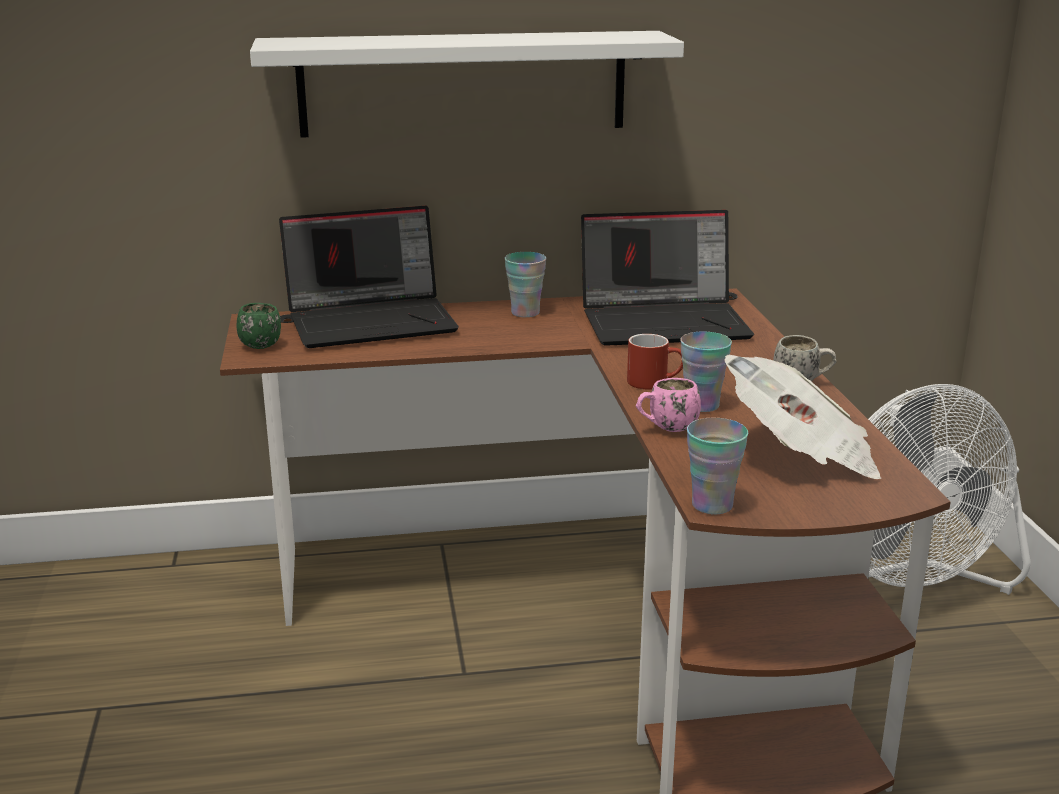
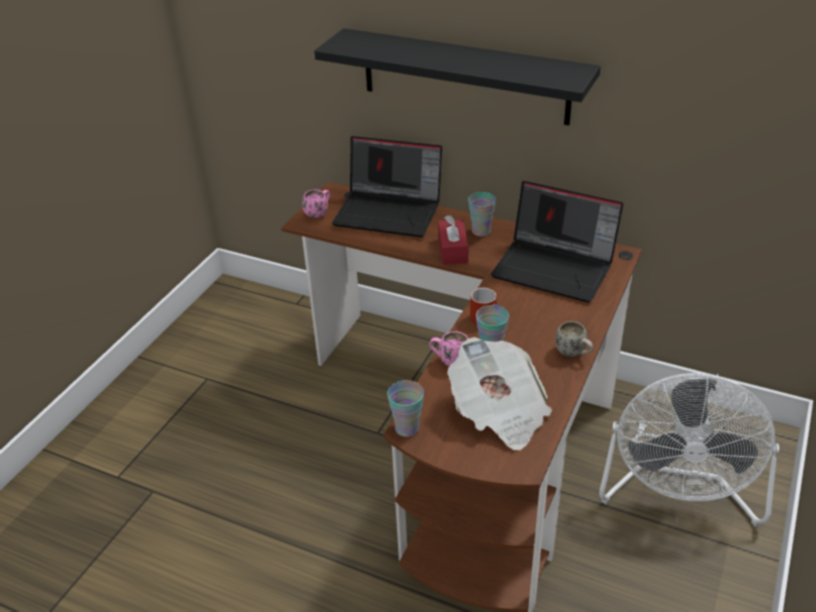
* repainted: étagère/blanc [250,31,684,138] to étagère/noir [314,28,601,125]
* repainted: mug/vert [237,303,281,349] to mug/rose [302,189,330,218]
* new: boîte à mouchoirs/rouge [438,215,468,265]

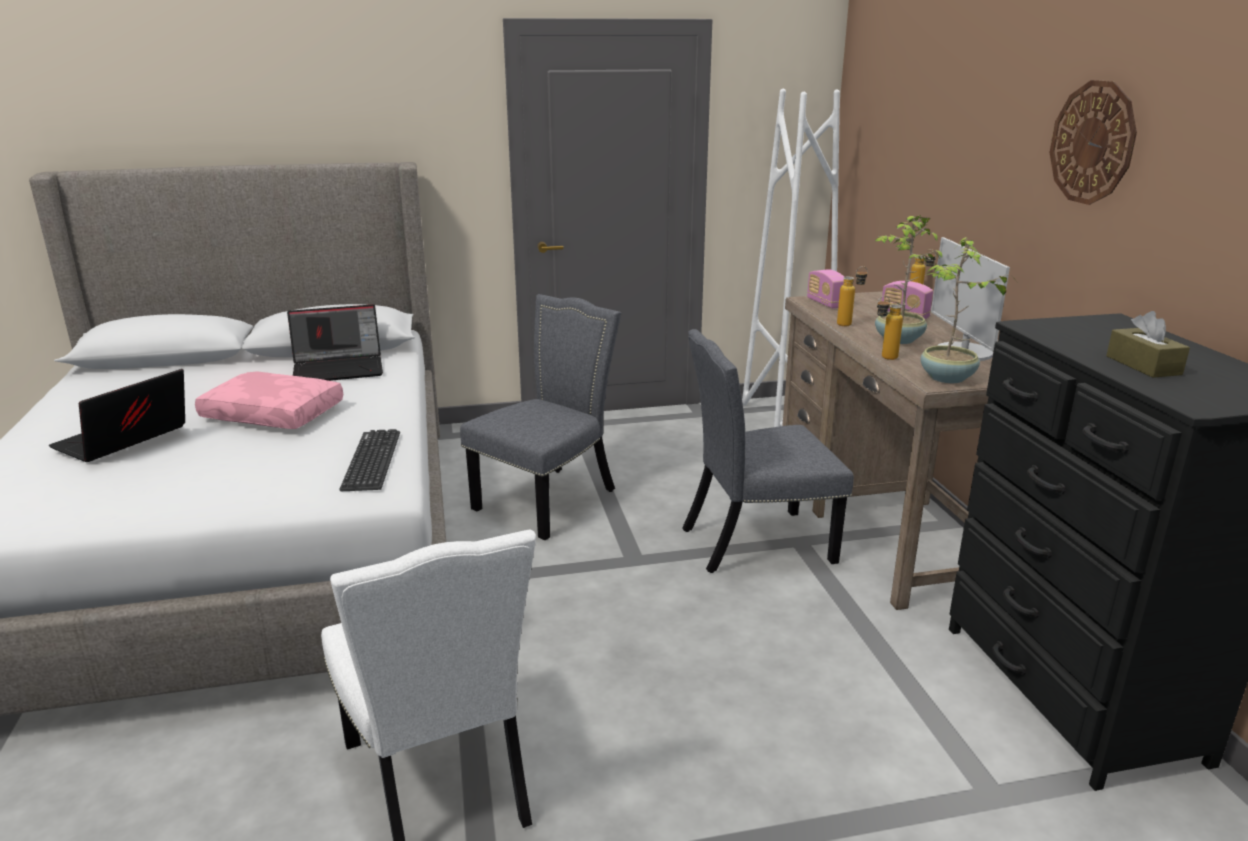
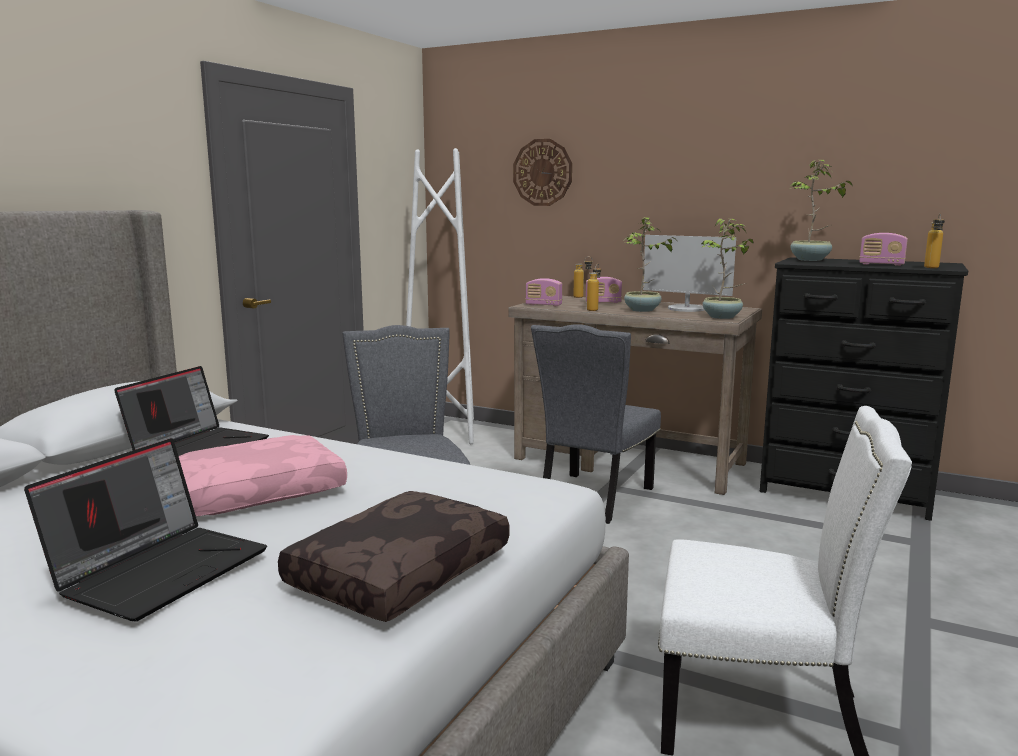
* shifted: horloge murale [1050,80,1137,205] to [513,139,572,206]
* shifted: bouteille [877,296,903,360] to [924,213,945,268]
* swapped: boîte à mouchoirs/marron [1106,311,1190,378] to radio [859,233,908,266]
* rotated: ordinateur portable [49,369,185,462] = [24,438,267,621] 135 degrees counterclockwise
* gone: clavier [340,429,400,491]
* new: plante en pot [790,160,852,261]
* new: coussin/marron [278,491,510,622]

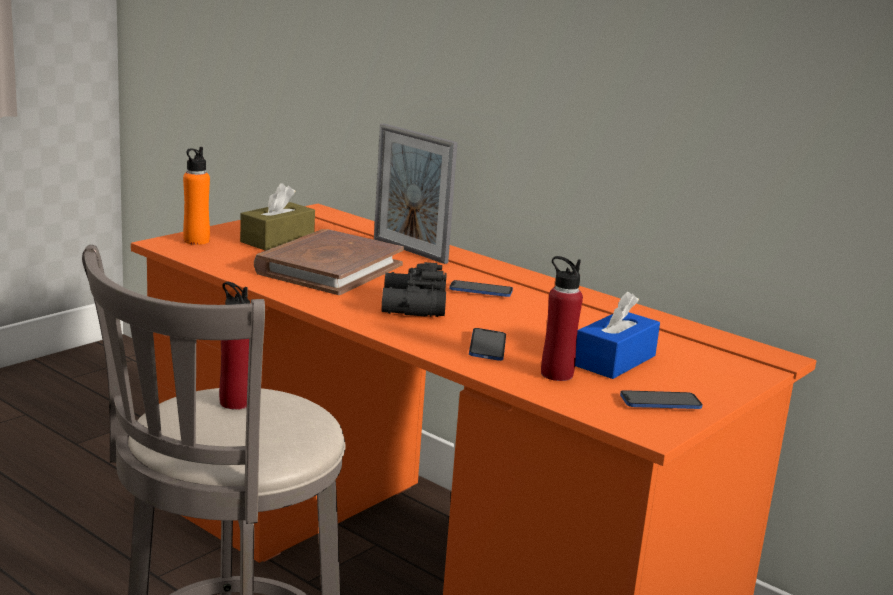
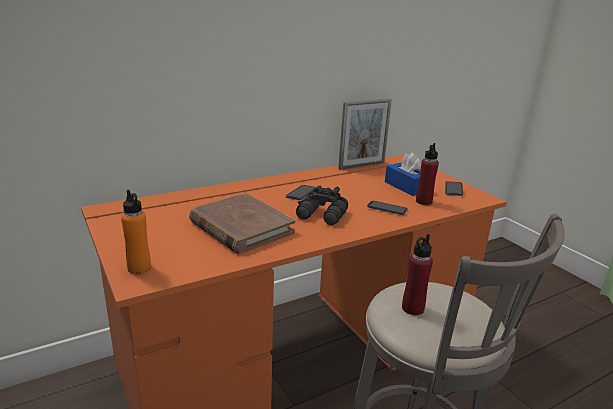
* shifted: cadre photo [374,123,458,264] to [338,99,392,170]
* gone: boîte à mouchoirs/marron [240,183,315,251]

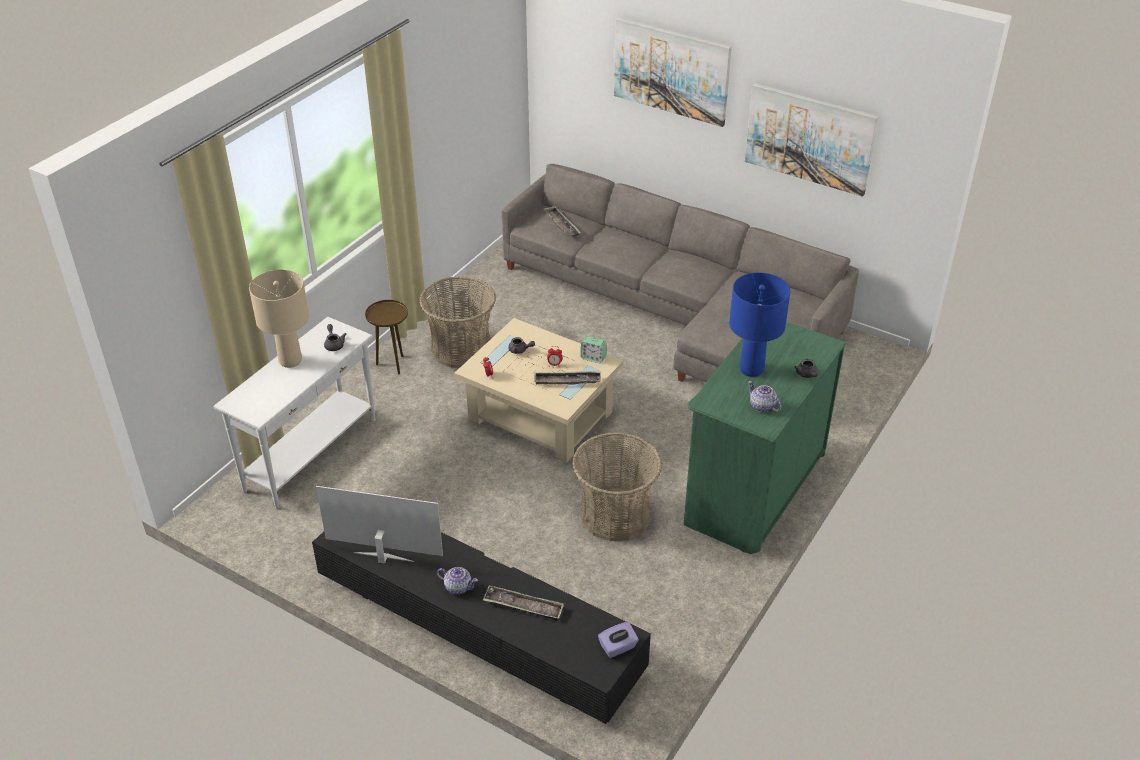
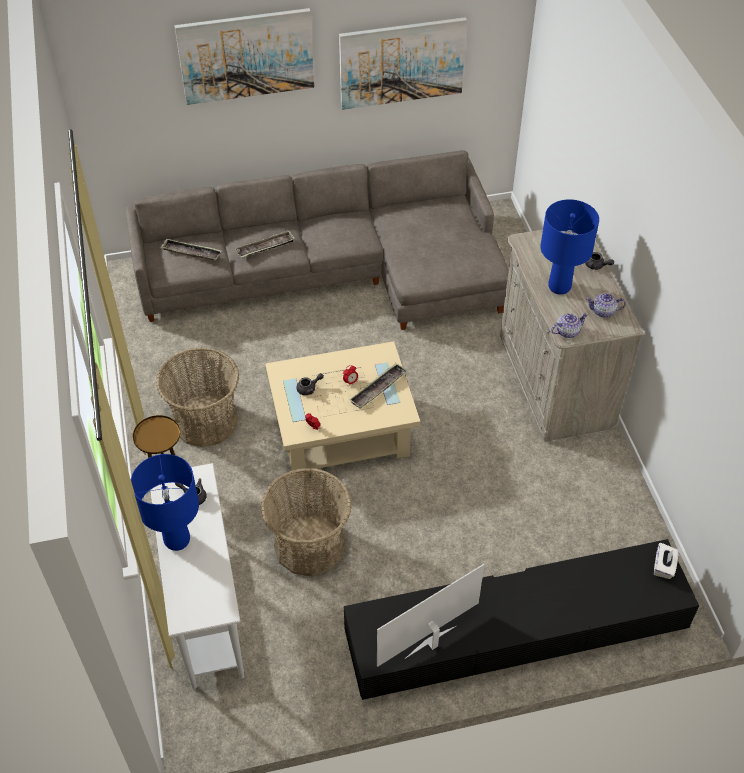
* repainted: lampe de table/beige [249,269,309,368] to lampe de table/bleu [131,454,199,551]
* repainted: commode/vert [684,322,846,554] to commode/beige [500,230,644,442]
* gone: réveil [581,336,607,363]
* shifted: panier [572,432,662,541] to [261,468,352,576]
* shifted: théière [437,567,478,595] to [551,313,588,338]
* shifted: plateau [483,586,564,621] to [235,230,295,258]
* repainted: boîte à mouchoirs/violet [598,622,639,658] to boîte à mouchoirs/blanc [654,543,678,579]

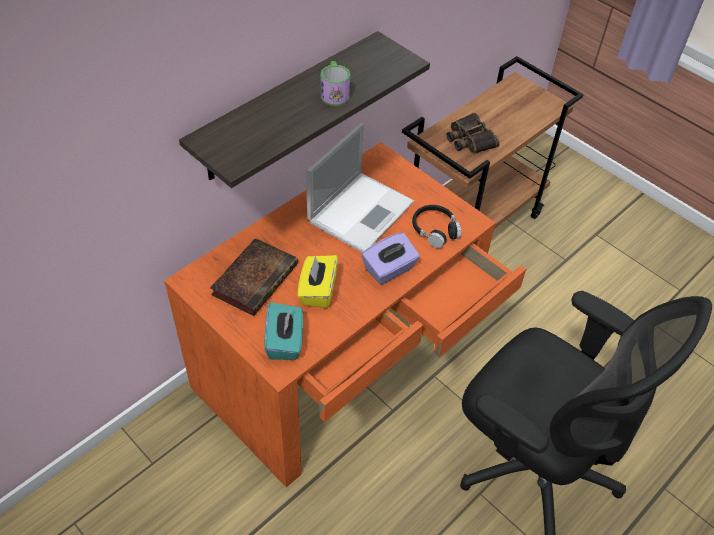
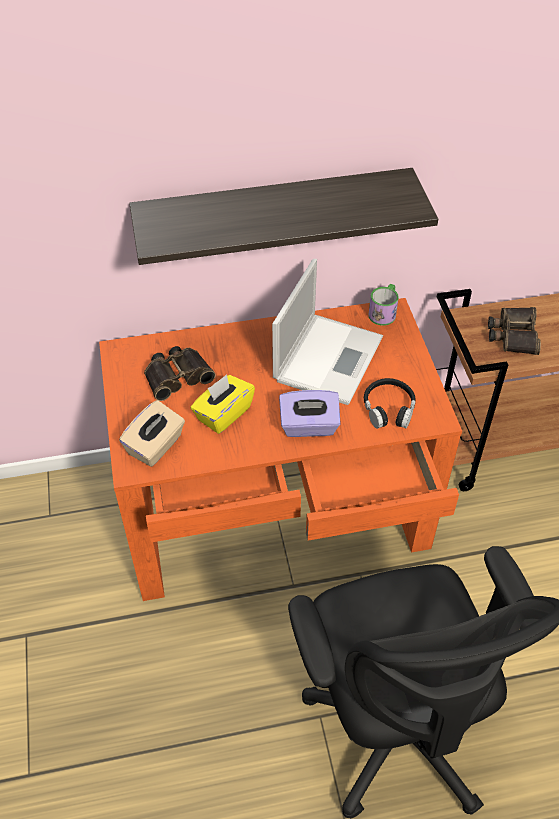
* shifted: mug [321,61,350,106] to [369,284,399,325]
* rotated: ordinateur portable [306,123,414,253] = [272,259,383,405] 45 degrees counterclockwise
* swapped: livre [210,238,298,316] to jumelles [144,346,216,401]
* repainted: boîte à mouchoirs/turquoise [264,302,303,360] to boîte à mouchoirs/beige [119,400,185,467]

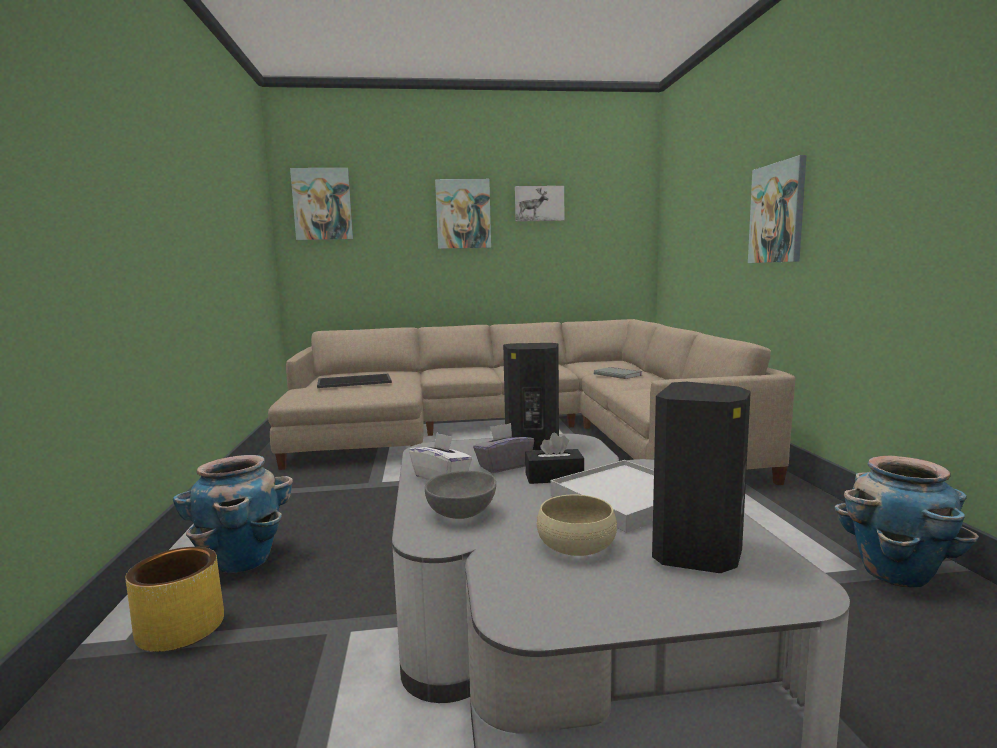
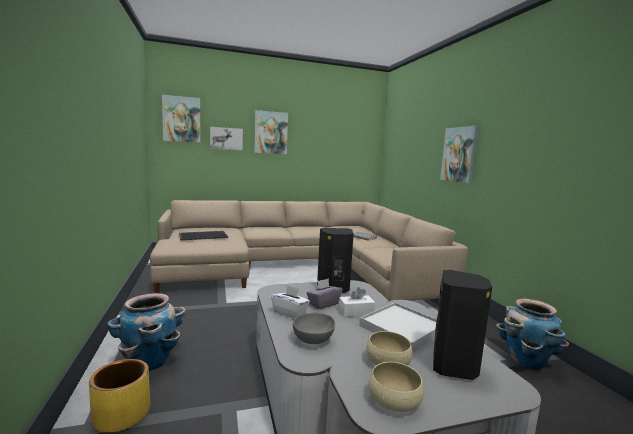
* shifted: tableau [515,186,564,222] to [210,127,243,151]
* repainted: boîte à mouchoirs/noir [525,433,584,484] to boîte à mouchoirs/blanc [339,287,375,317]
* new: bol/beige [369,362,424,412]

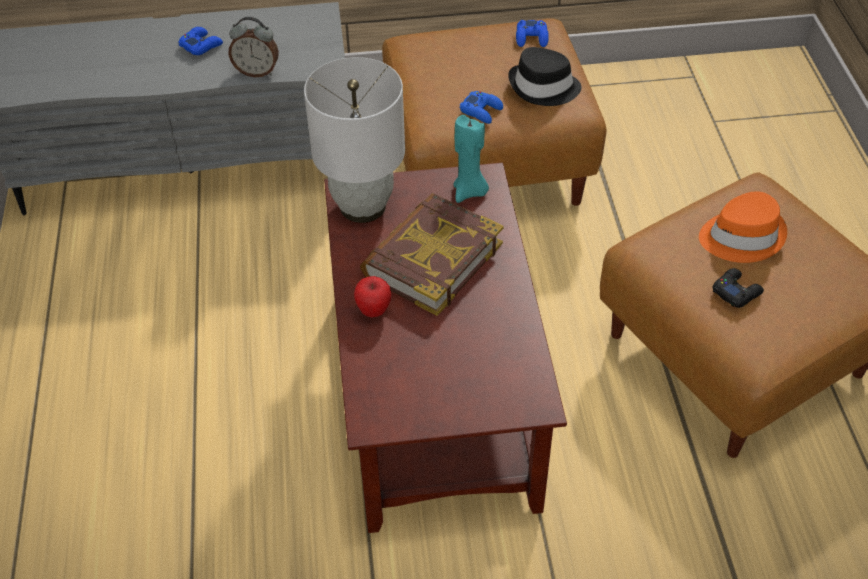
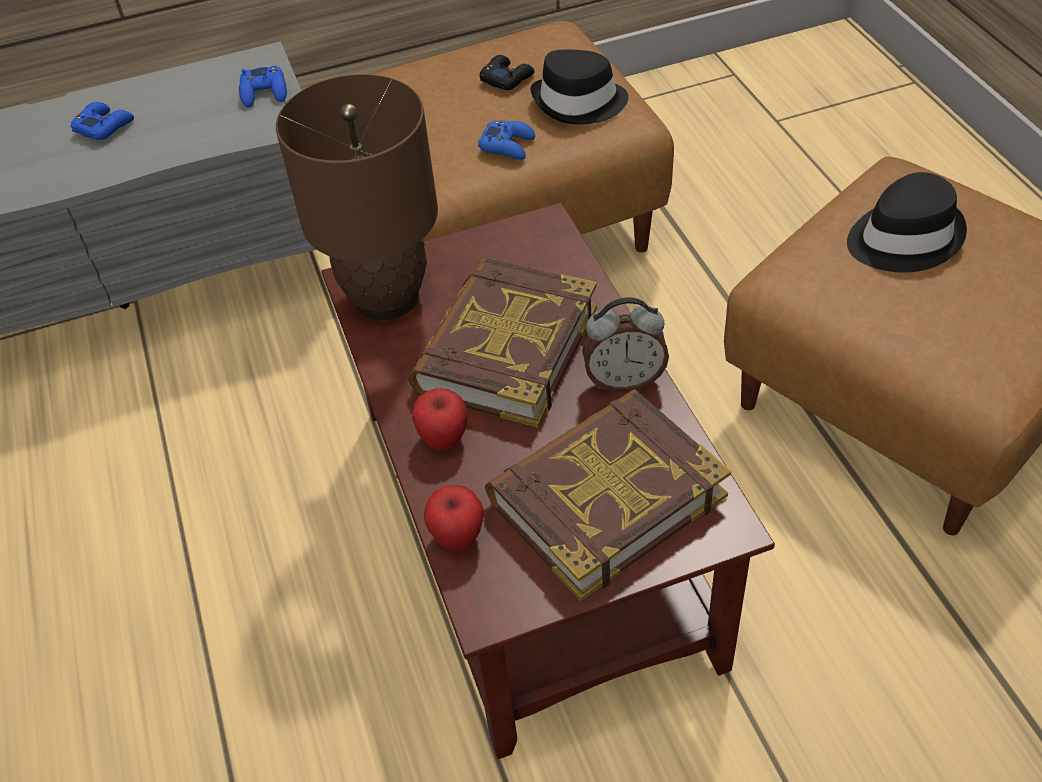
* shifted: réveil [229,17,279,77] to [582,297,669,392]
* shifted: manette/bleu [516,20,549,47] to [239,65,287,107]
* repainted: lampe de table/blanc [304,57,405,223] to lampe de table/marron [276,74,438,320]
* gone: bougie/turquoise [453,115,489,203]
* repainted: chapeau/orange [699,191,787,263] to chapeau/noir [847,172,967,272]
* shifted: manette/noir [713,268,764,308] to [479,55,534,90]
* new: livre [485,389,731,601]
* new: pomme [424,485,484,551]

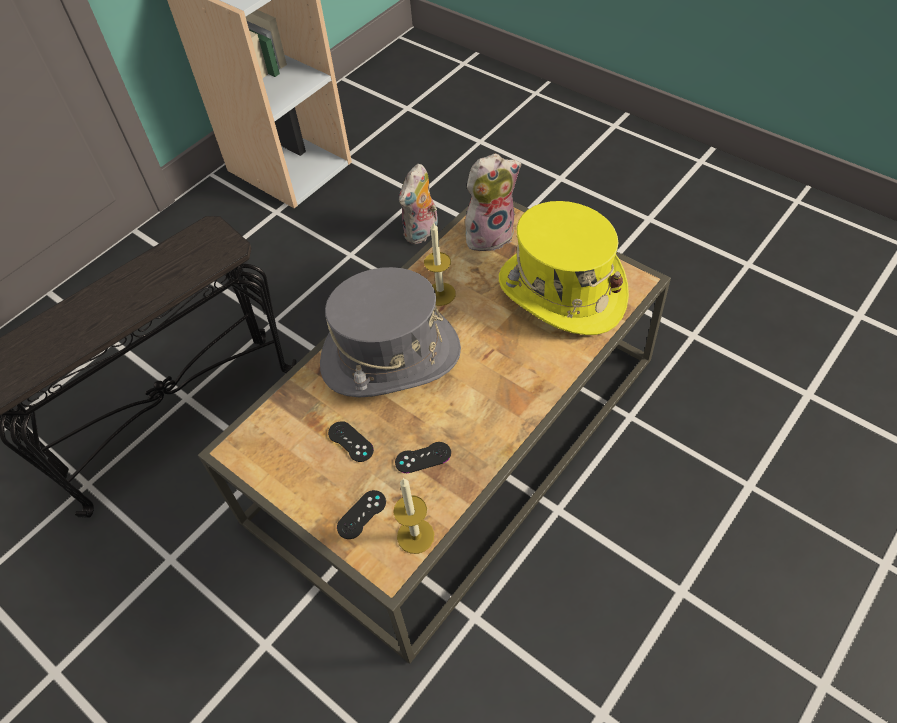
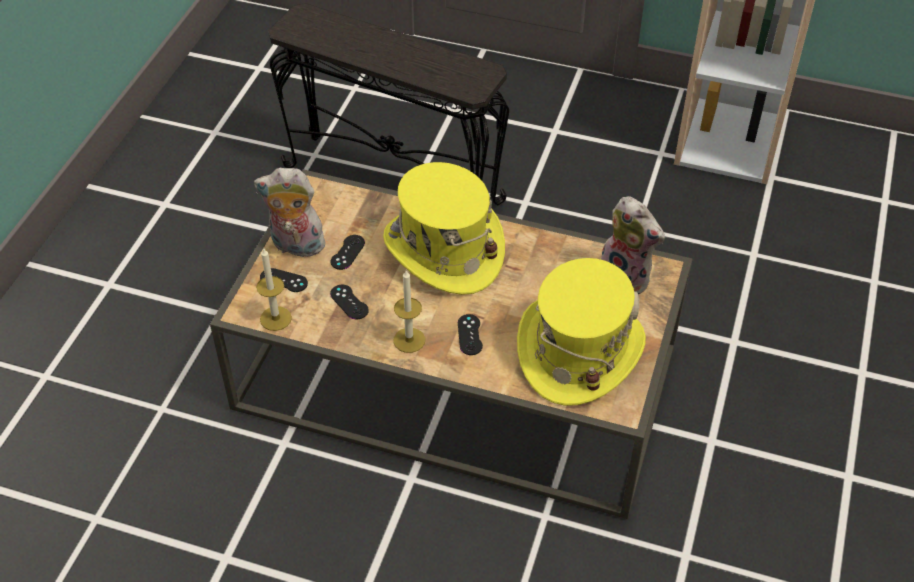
* shifted: peluche [399,164,438,244] to [254,168,325,257]
* shifted: bougie [424,222,456,306] to [393,270,425,353]
* repainted: chapeau/gris [320,267,461,397] to chapeau/jaune [383,162,505,295]
* new: manette/noir [458,314,483,355]

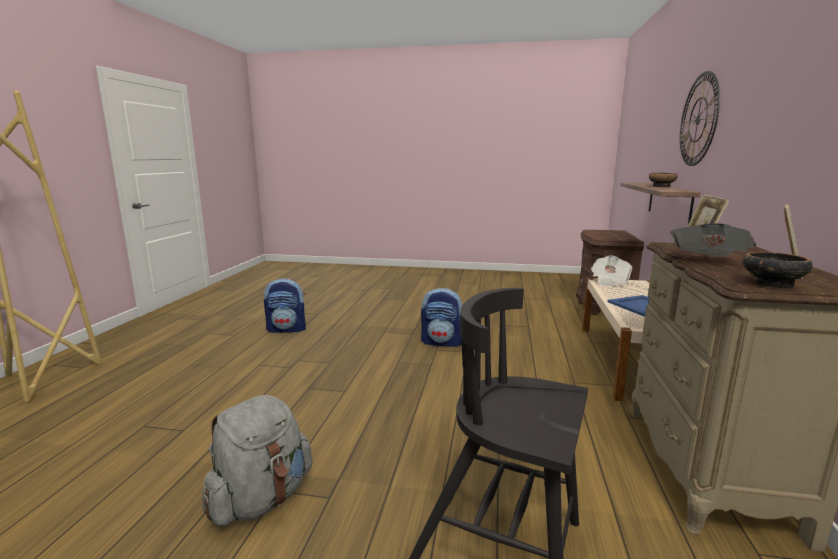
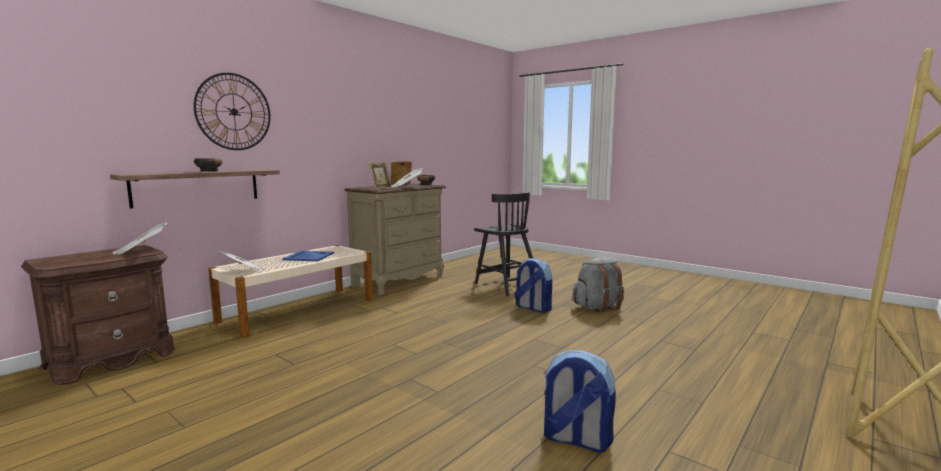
* shifted: sac à dos [421,288,463,347] to [515,258,552,313]
* new: journal [112,222,168,255]

